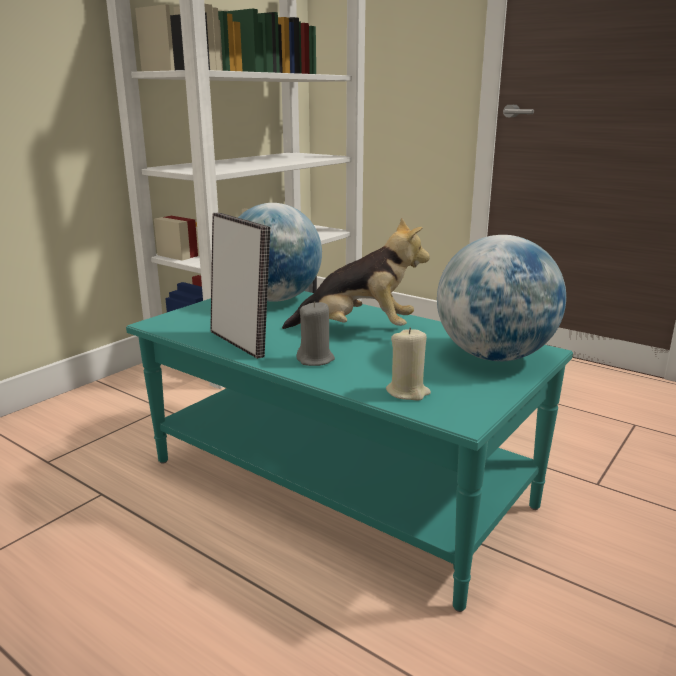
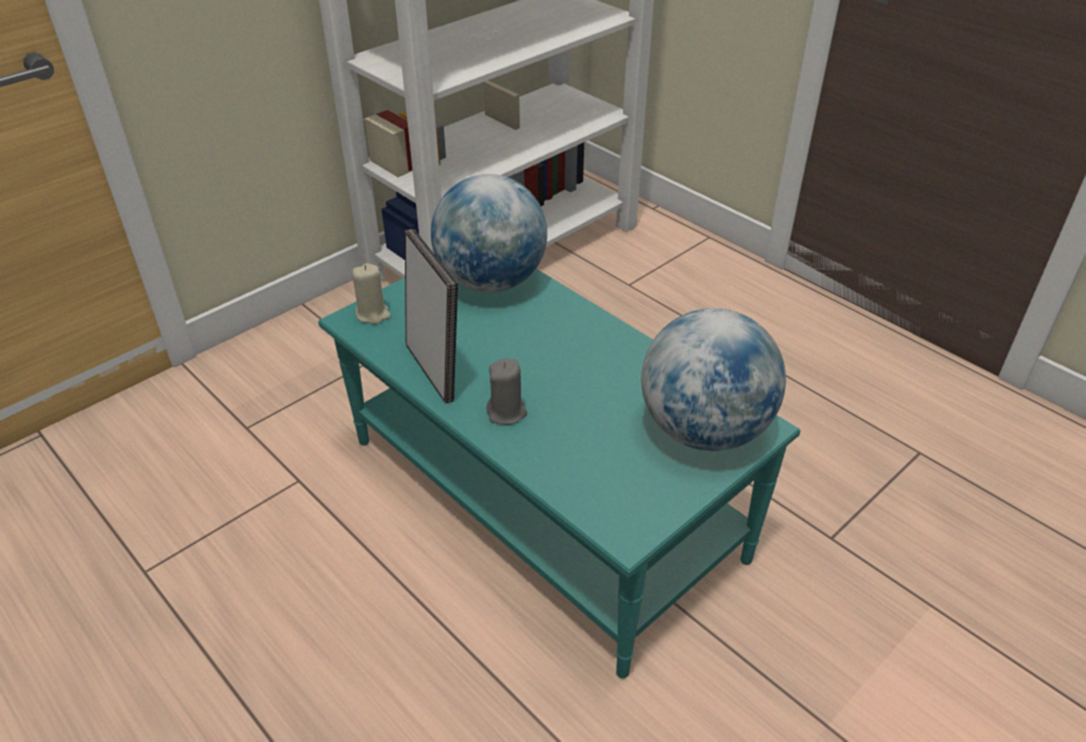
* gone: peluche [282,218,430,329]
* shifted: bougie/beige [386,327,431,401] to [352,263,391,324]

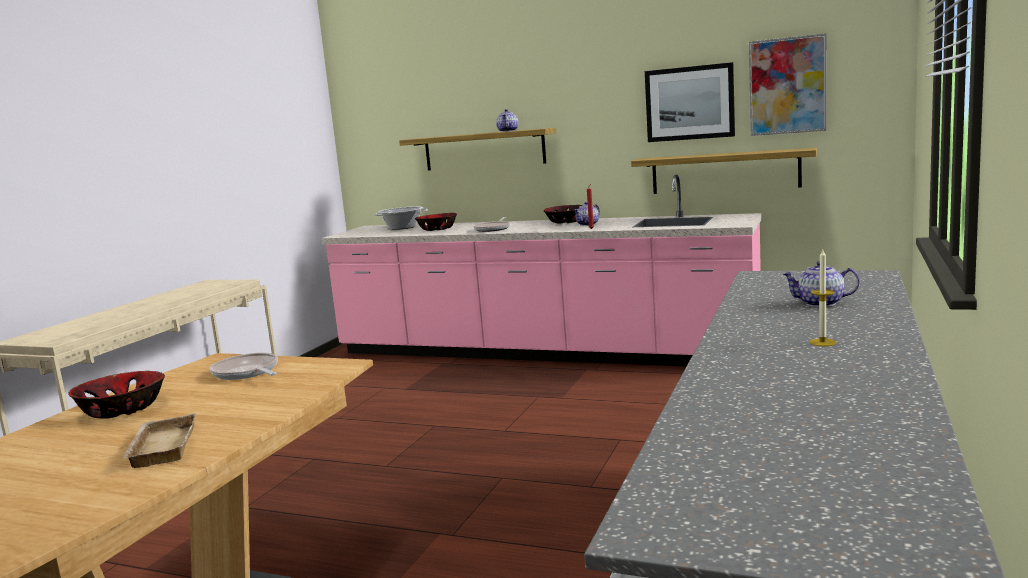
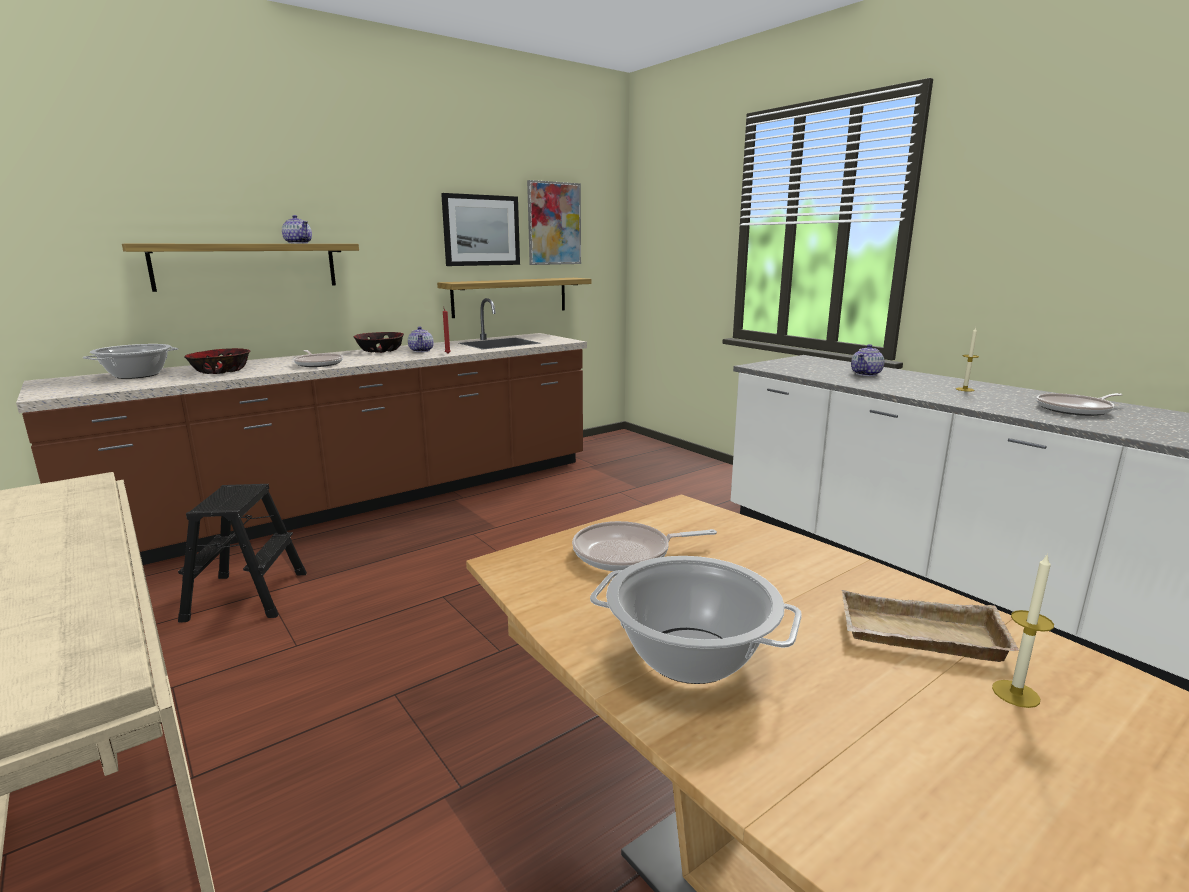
* repainted: comptoir de cuisine/rose [321,174,761,367] to comptoir de cuisine/marron [16,298,587,568]
* swapped: bol [68,371,165,419] to marmite [590,556,802,684]
* new: poêle [1036,393,1123,416]
* new: escabeau/noir [178,484,307,623]
* new: bougie [992,553,1054,708]

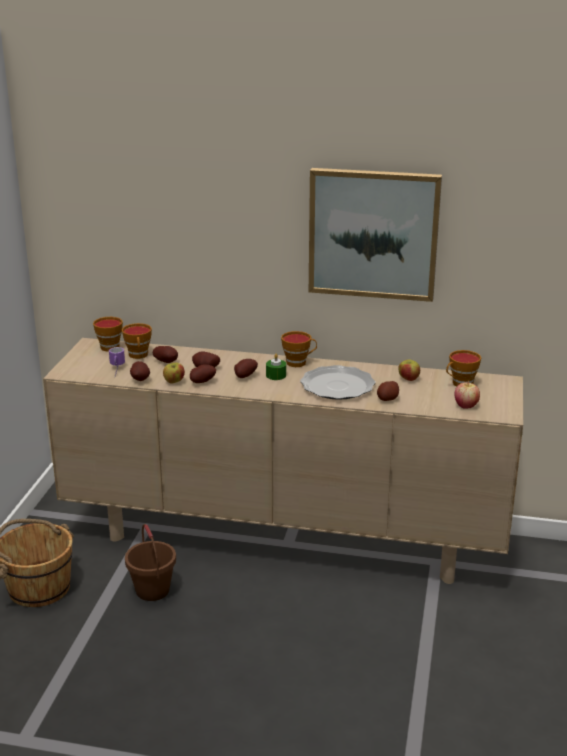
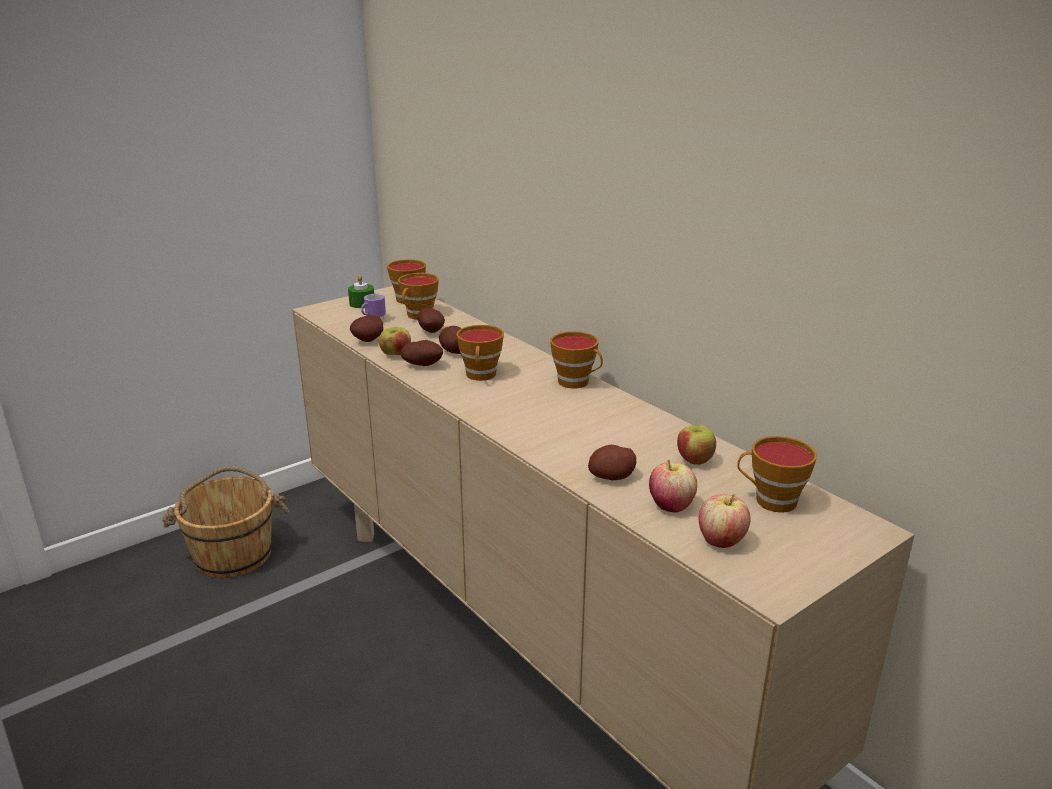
* gone: tableau [309,168,442,302]
* shifted: bougie/vert [266,354,286,380] to [348,275,374,308]
* swapped: pomme de terre [234,359,258,378] to tasse [456,325,504,381]
* gone: assiette [300,365,376,400]
* gone: seau/marron [125,524,176,601]
* new: pomme [649,460,697,512]

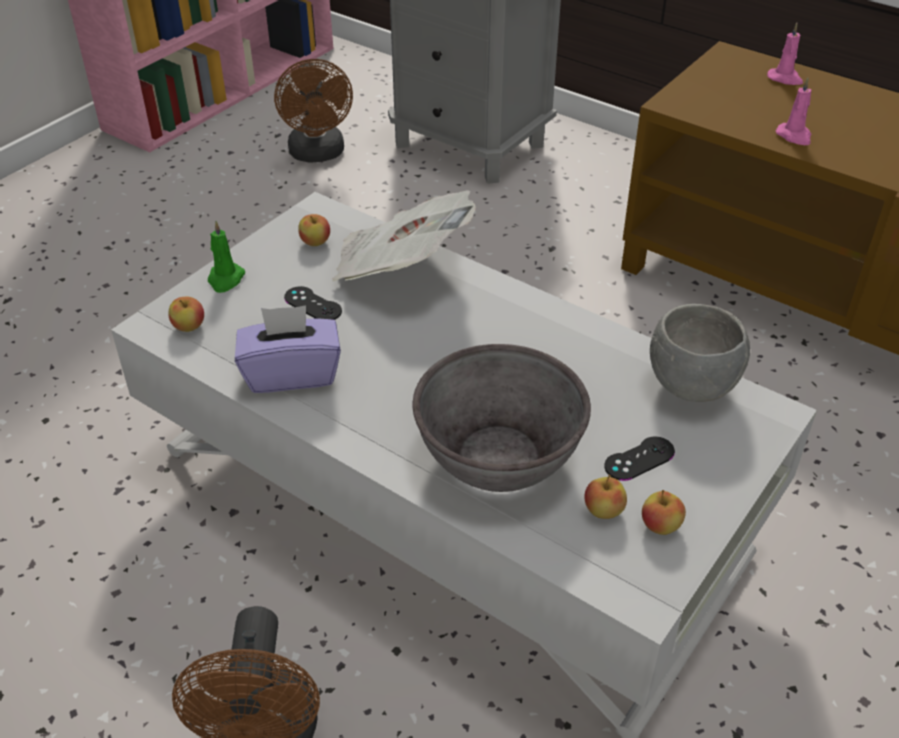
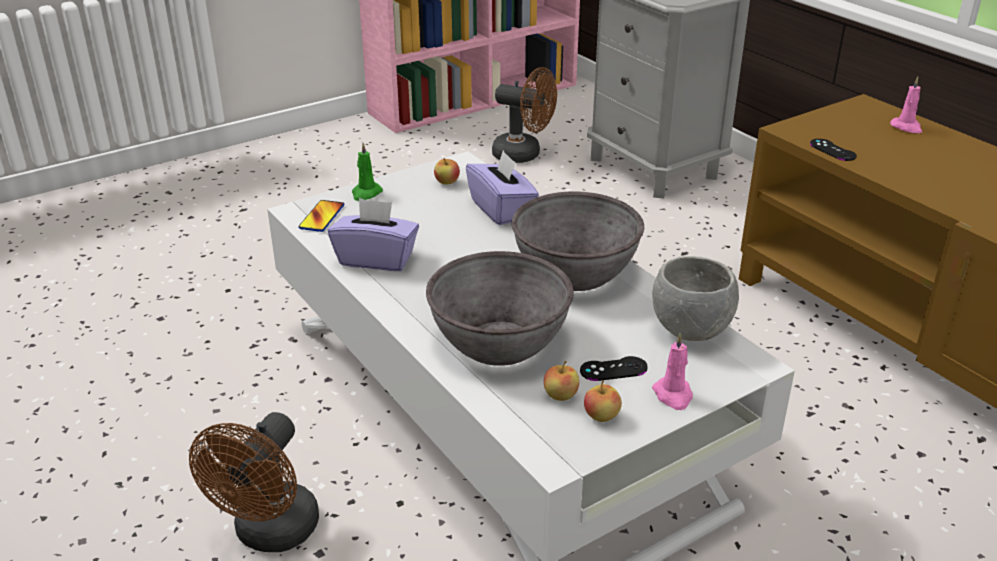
* rotated: ventilateur/marron [274,59,353,163] = [492,67,557,163] 75 degrees counterclockwise
* shifted: bougie/rose [776,78,811,145] to [652,333,693,410]
* swapped: journal [333,190,476,281] to boîte à mouchoirs/violet [466,150,539,225]
* shifted: manette/noir [284,286,342,320] to [810,139,857,161]
* swapped: pomme [169,297,204,332] to téléphone [298,200,344,232]
* new: bol/gris [512,191,644,291]

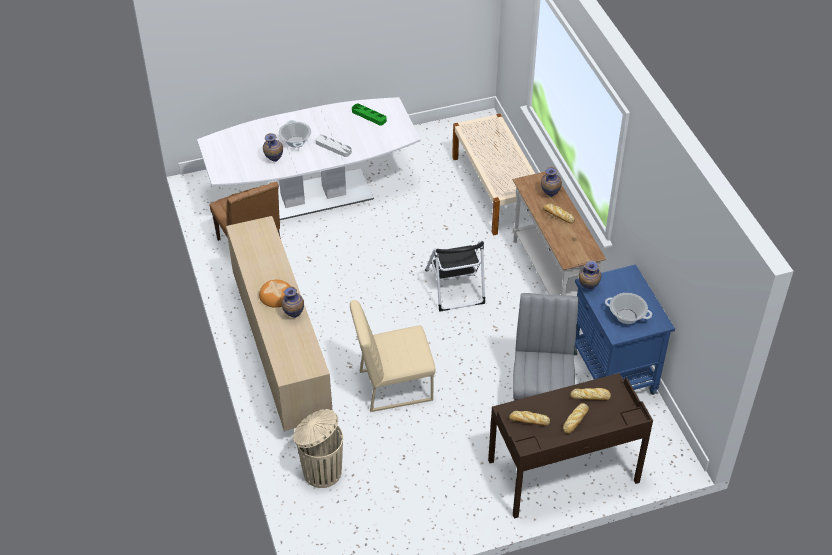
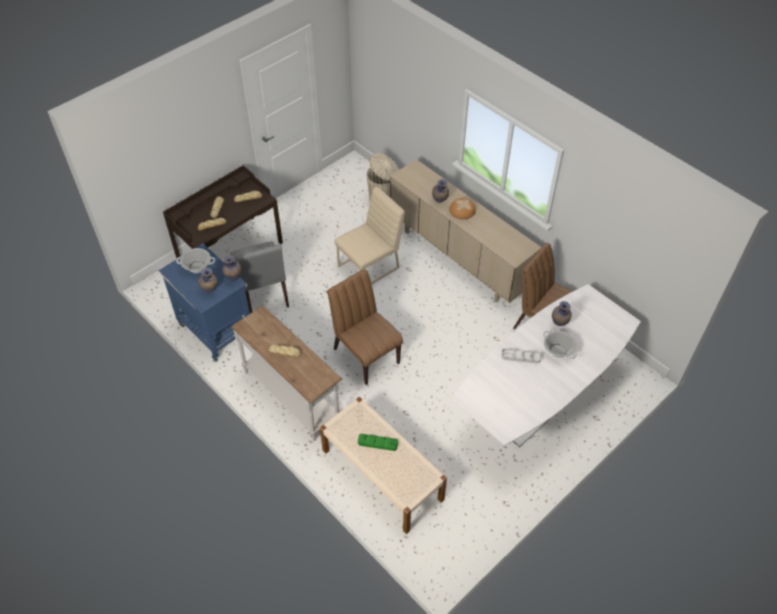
* shifted: plateau/vert [352,103,387,126] to [358,434,398,451]
* shifted: vase [541,167,562,197] to [198,268,218,292]
* swapped: escabeau [425,241,485,311] to chaise/marron [327,269,403,385]

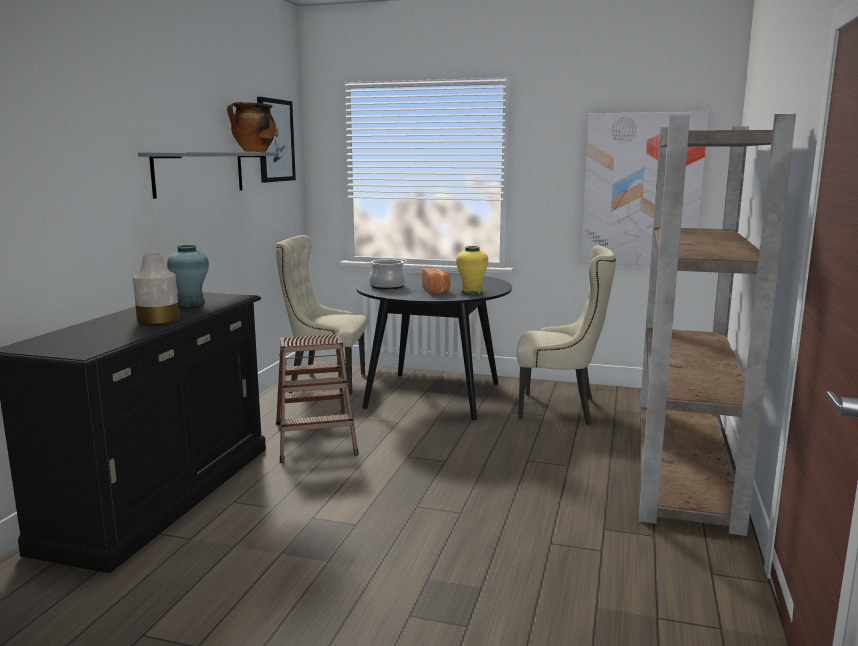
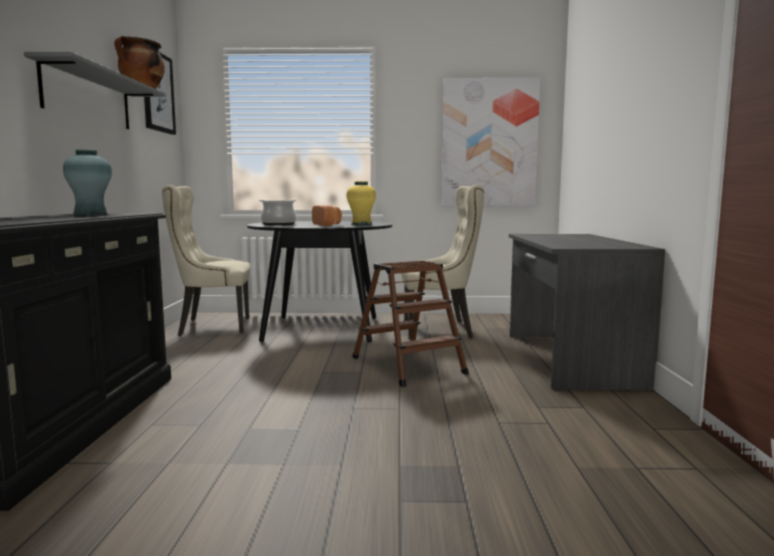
* swapped: bibliothèque/marron [639,114,796,536] to bureau/gris [509,234,665,390]
* gone: vase/beige [133,253,179,325]
* shifted: escabeau/marron [276,334,359,463] to [352,260,469,387]

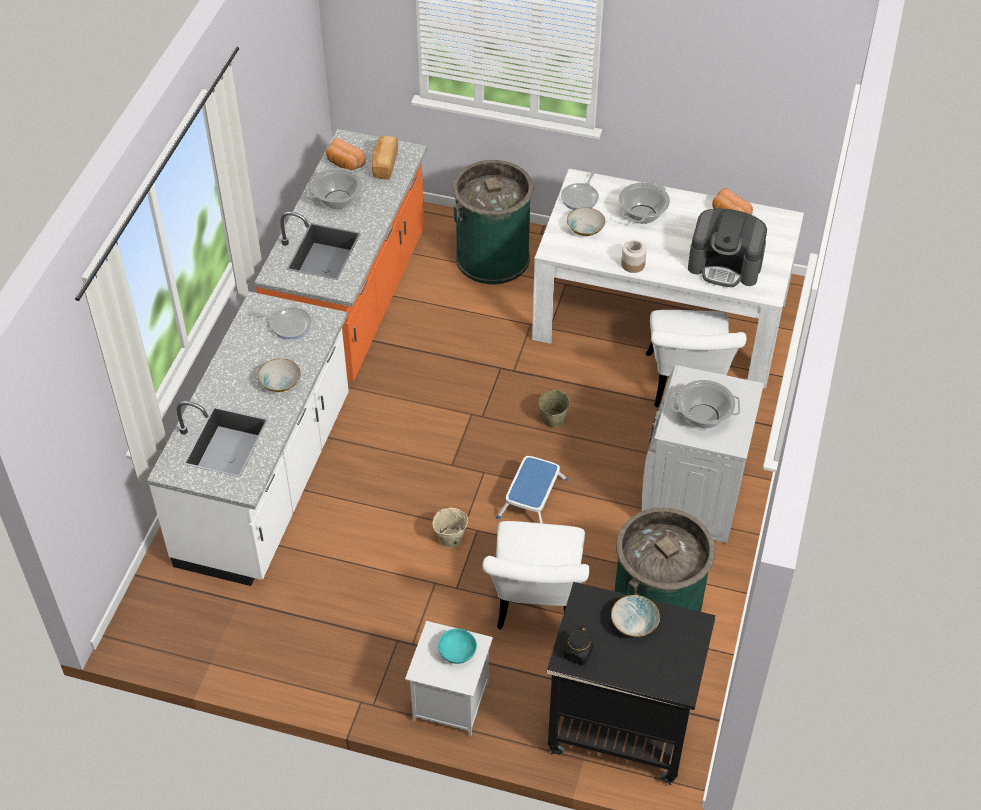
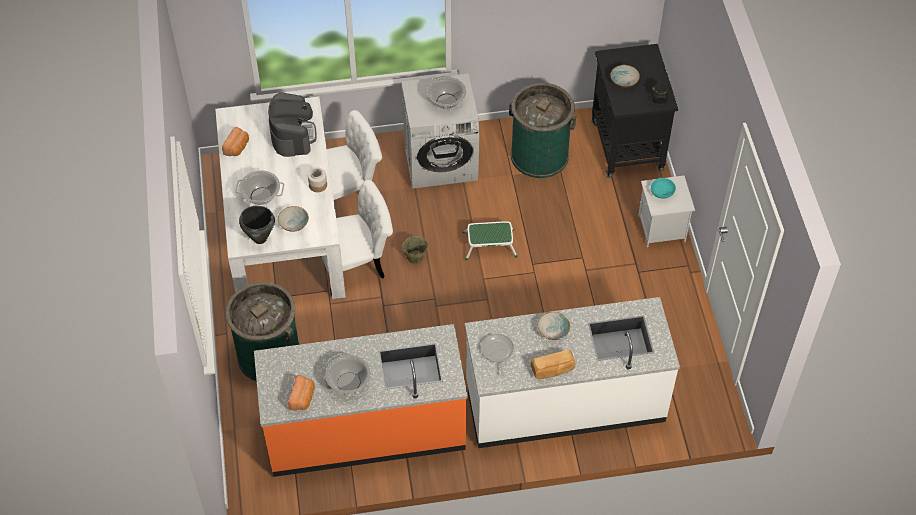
* shifted: pain [372,136,398,180] to [531,350,575,379]
* swapped: poêle [561,171,599,210] to marmite/noir [239,206,275,244]
* repainted: escabeau/bleu [496,456,568,523] to escabeau/vert [463,221,518,261]
* gone: seau/beige [433,507,468,548]
* shifted: chaise/blanc [482,521,589,630] to [322,180,393,296]

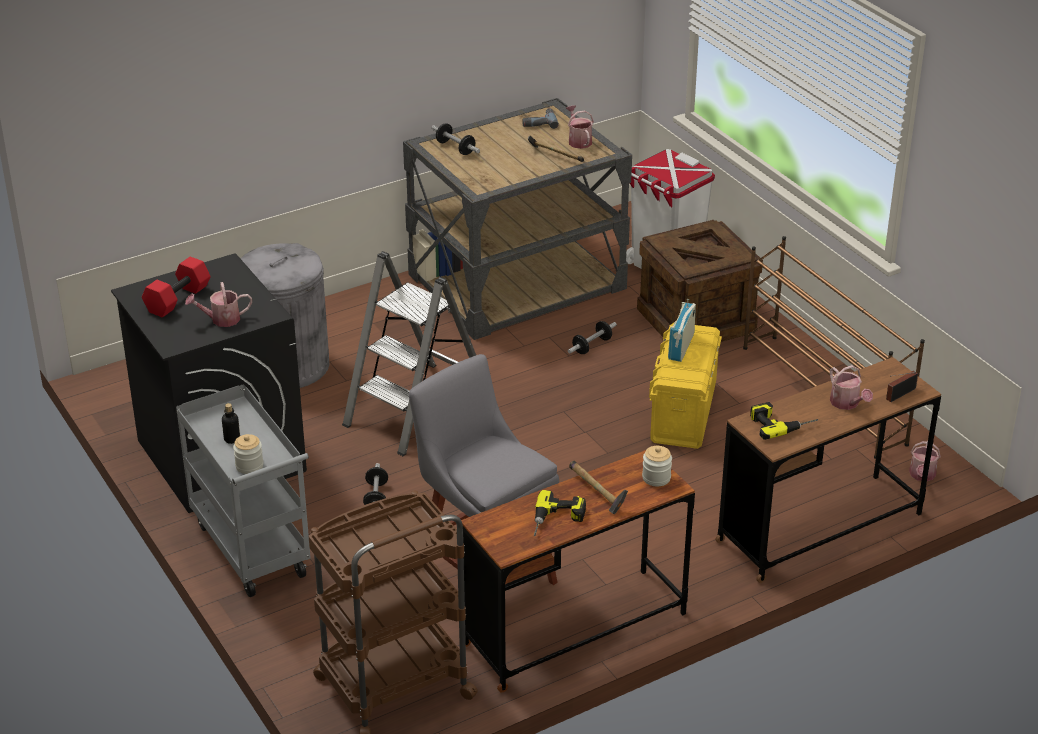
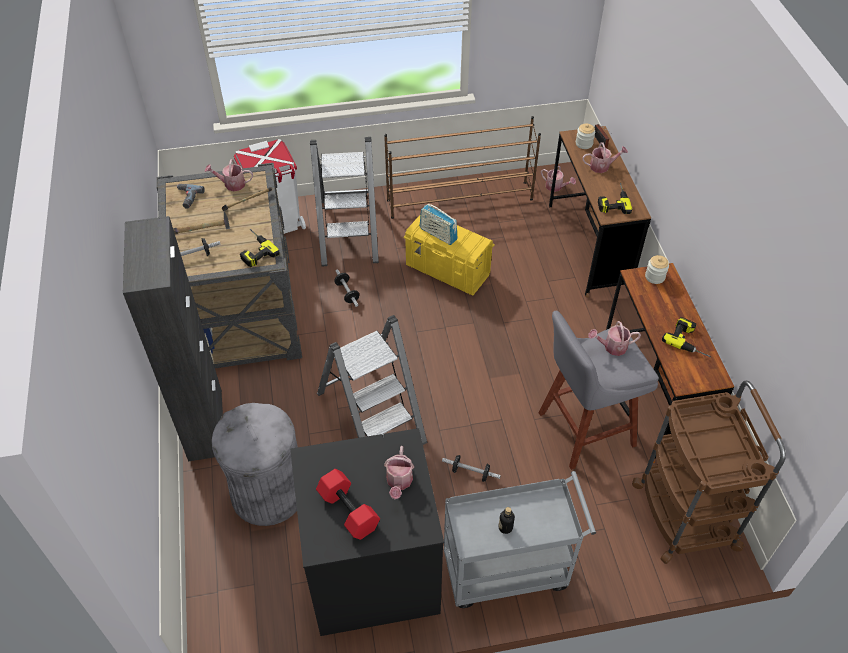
* swapped: caisse [637,220,763,342] to escabeau/gris [310,137,379,266]
* shifted: bocal [233,434,264,474] to [576,124,595,149]
* shifted: marteau [569,461,628,514] to [173,211,230,234]
* new: meuble de rangement/noir [123,216,223,462]
* new: perceuse [240,229,280,267]
* new: arrosoir [588,321,641,356]

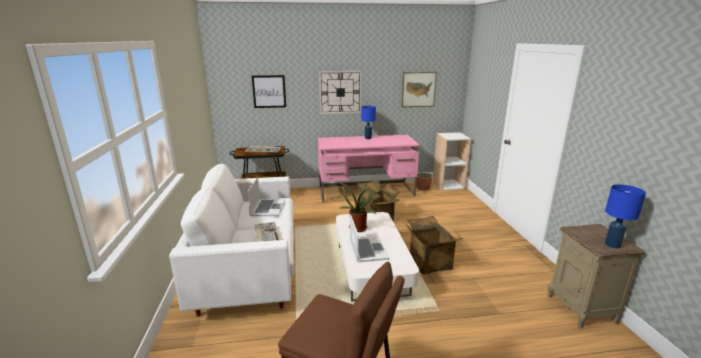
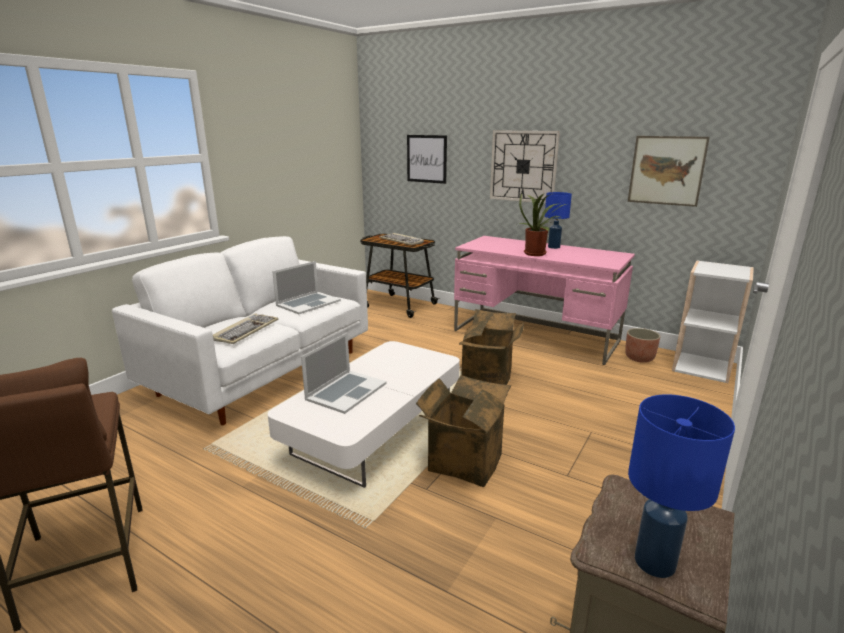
* shifted: plante en pot [338,183,382,232] to [519,193,566,256]

